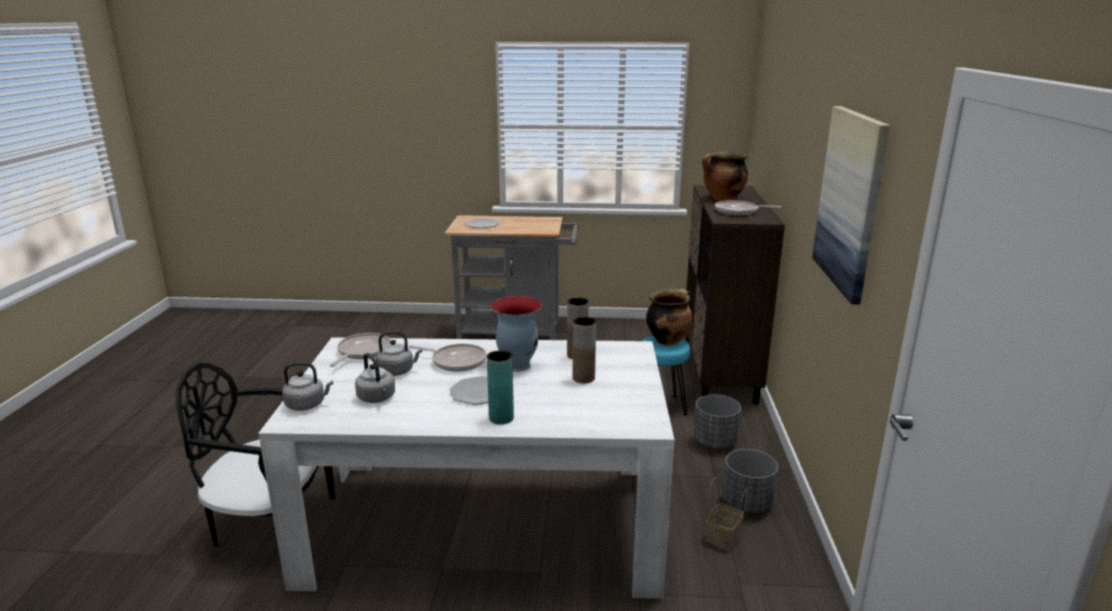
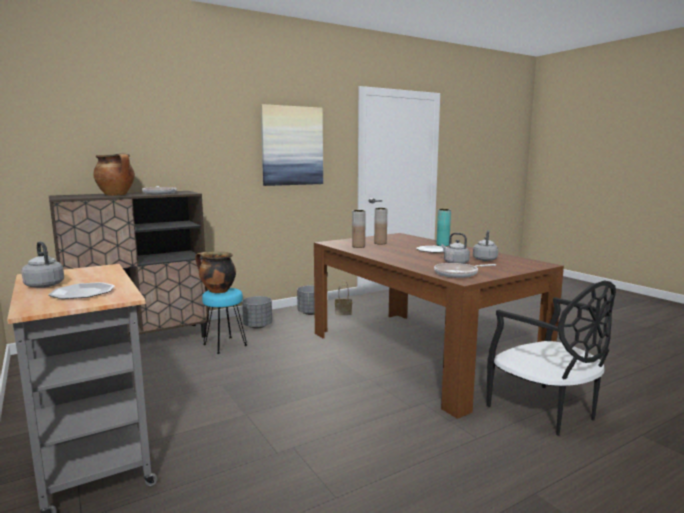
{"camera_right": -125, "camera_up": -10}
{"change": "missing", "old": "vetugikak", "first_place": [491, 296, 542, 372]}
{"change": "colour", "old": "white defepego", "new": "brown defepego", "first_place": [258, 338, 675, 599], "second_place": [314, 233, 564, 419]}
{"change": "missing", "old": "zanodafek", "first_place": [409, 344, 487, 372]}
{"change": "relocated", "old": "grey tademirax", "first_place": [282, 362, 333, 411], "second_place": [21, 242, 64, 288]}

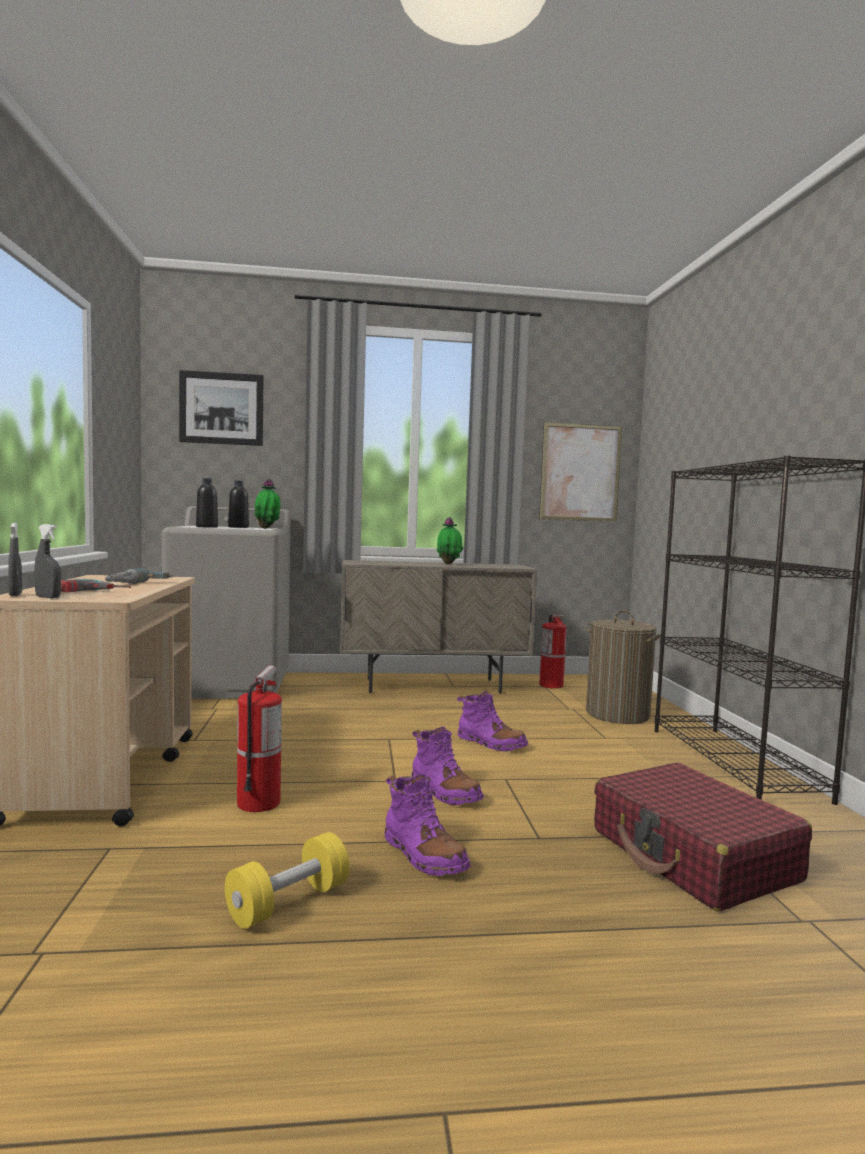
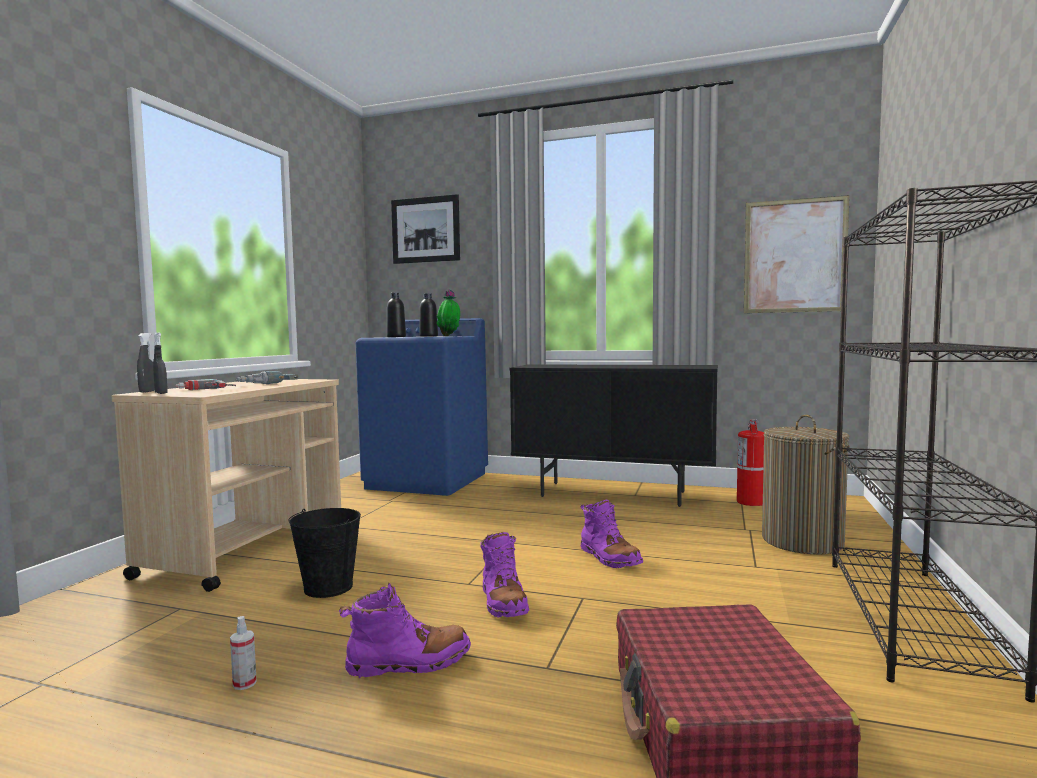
{"camera_right": 25, "camera_up": 0}
{"change": "colour", "old": "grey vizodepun", "new": "blue vizodepun", "first_place": [162, 506, 291, 699], "second_place": [356, 318, 488, 496]}
{"change": "missing", "old": "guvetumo", "first_place": [437, 517, 464, 564]}
{"change": "colour", "old": "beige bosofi", "new": "black bosofi", "first_place": [340, 560, 537, 694], "second_place": [510, 364, 718, 507]}
{"change": "exchanged", "old": "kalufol", "new": "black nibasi", "first_place": [237, 666, 282, 812], "second_place": [288, 508, 361, 598]}
{"change": "spun", "old": "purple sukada", "first_place": [384, 774, 471, 876], "second_place": [339, 583, 471, 678], "degrees": -90}
{"change": "exchanged", "old": "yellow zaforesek", "new": "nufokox", "first_place": [225, 832, 349, 929], "second_place": [230, 616, 257, 690]}

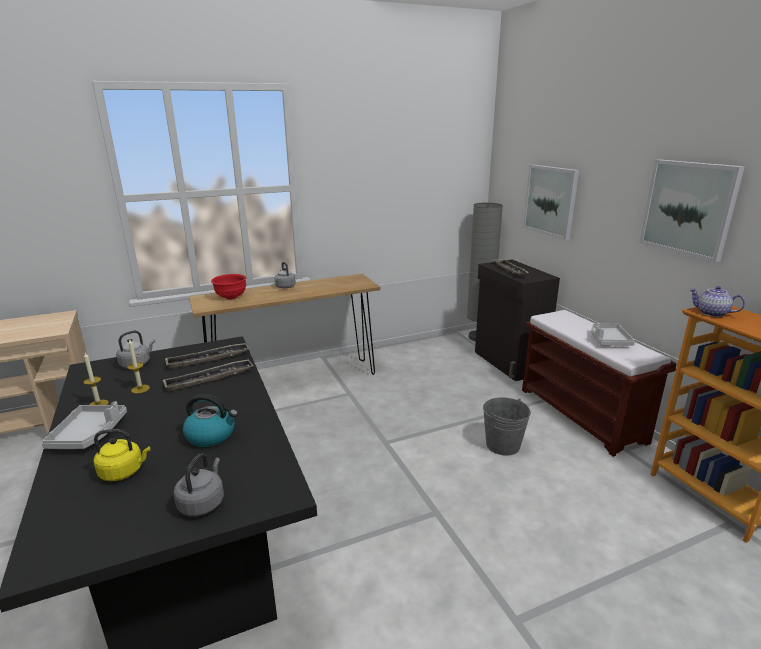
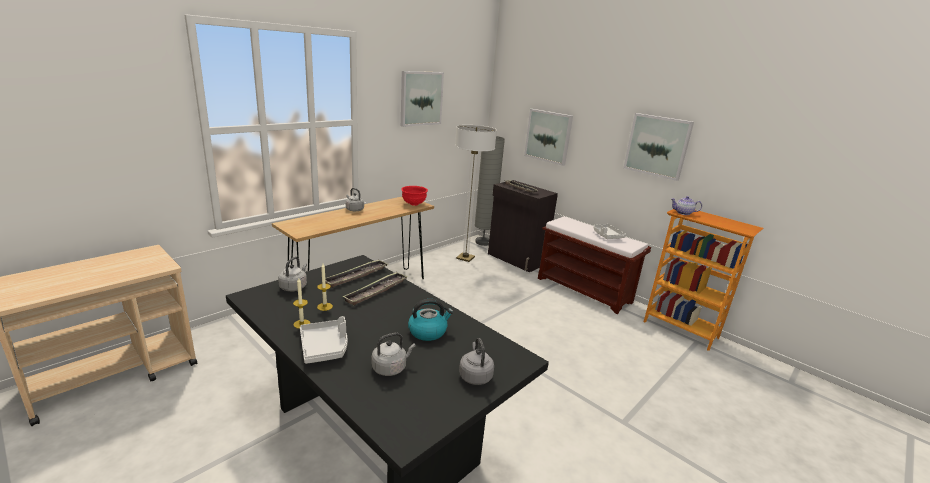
{"camera_right": -25, "camera_up": 0}
{"change": "relocated", "old": "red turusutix", "first_place": [211, 274, 246, 300], "second_place": [401, 186, 428, 206]}
{"change": "missing", "old": "grey nibasi", "first_place": [483, 397, 531, 456]}
{"change": "colour", "old": "yellow tademirax", "new": "grey tademirax", "first_place": [93, 429, 150, 481], "second_place": [372, 332, 416, 376]}
{"change": "appeared", "new": "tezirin", "second_place": [401, 71, 444, 127]}
{"change": "appeared", "new": "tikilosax", "second_place": [455, 125, 497, 262]}

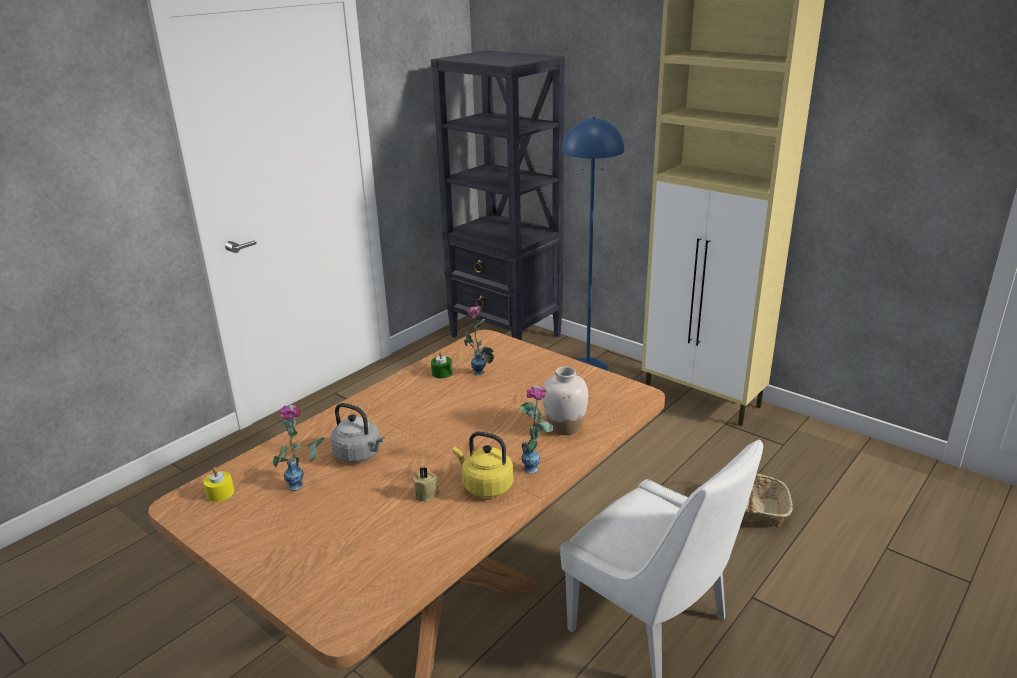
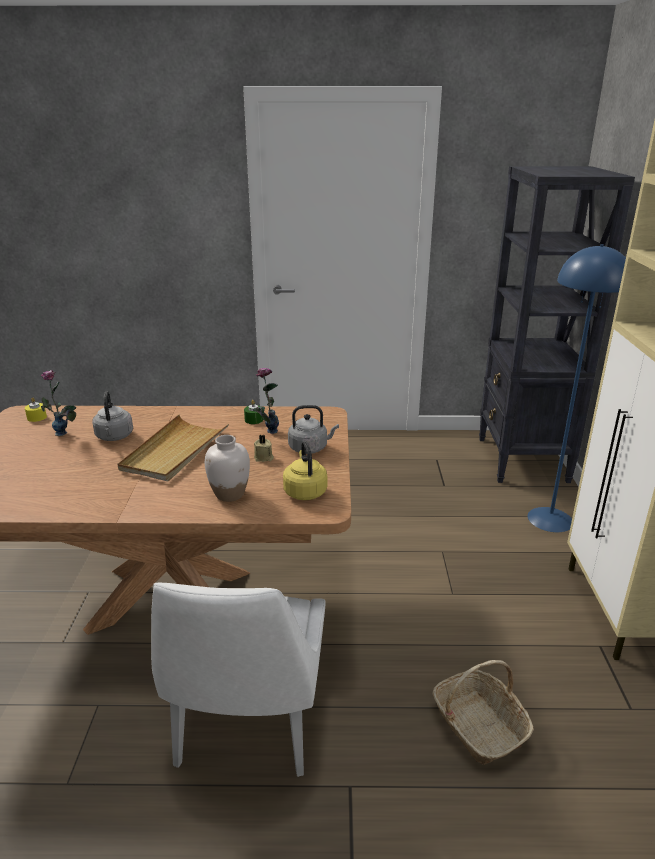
{"camera_right": 50, "camera_up": 0}
{"change": "missing", "old": "vetugikak", "first_place": [519, 385, 553, 474]}
{"change": "relocated", "old": "yellow tademirax", "first_place": [453, 431, 514, 498], "second_place": [283, 441, 327, 500]}
{"change": "relocated", "old": "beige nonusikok", "first_place": [413, 467, 440, 502], "second_place": [254, 435, 274, 462]}
{"change": "appeared", "new": "grey tademirax", "second_place": [288, 405, 339, 454]}
{"change": "appeared", "new": "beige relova", "second_place": [118, 415, 229, 481]}

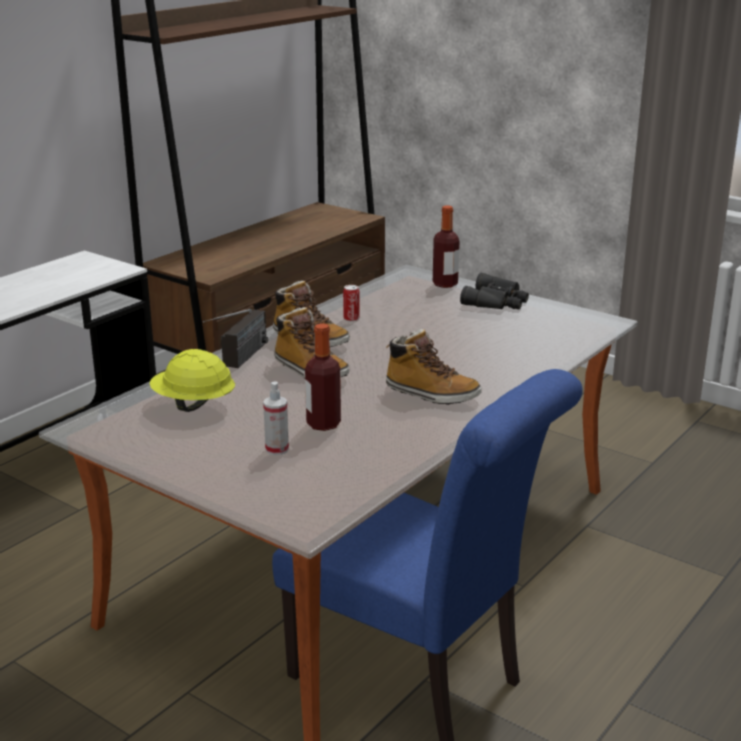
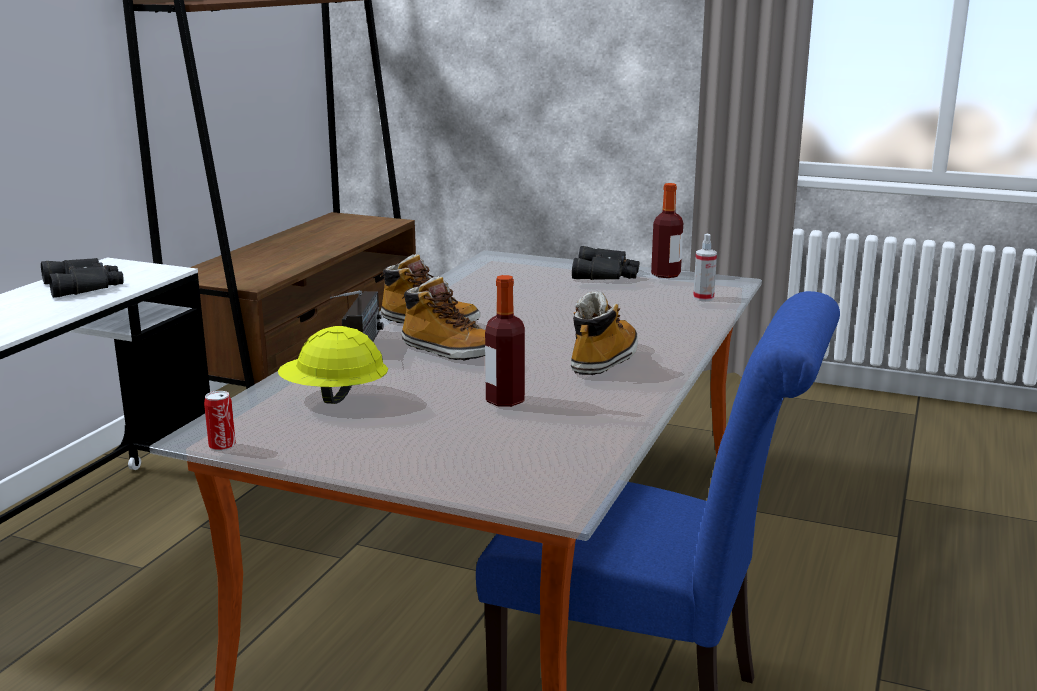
{"camera_right": -15, "camera_up": -5}
{"change": "relocated", "old": "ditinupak", "first_place": [433, 205, 459, 288], "second_place": [651, 183, 683, 278]}
{"change": "relocated", "old": "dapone", "first_place": [343, 285, 360, 322], "second_place": [204, 391, 236, 451]}
{"change": "spun", "old": "sukada", "first_place": [386, 329, 482, 405], "second_place": [571, 291, 638, 375], "degrees": -75}
{"change": "relocated", "old": "nufokox", "first_place": [263, 381, 289, 455], "second_place": [693, 234, 717, 301]}
{"change": "appeared", "new": "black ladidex", "second_place": [41, 258, 124, 298]}

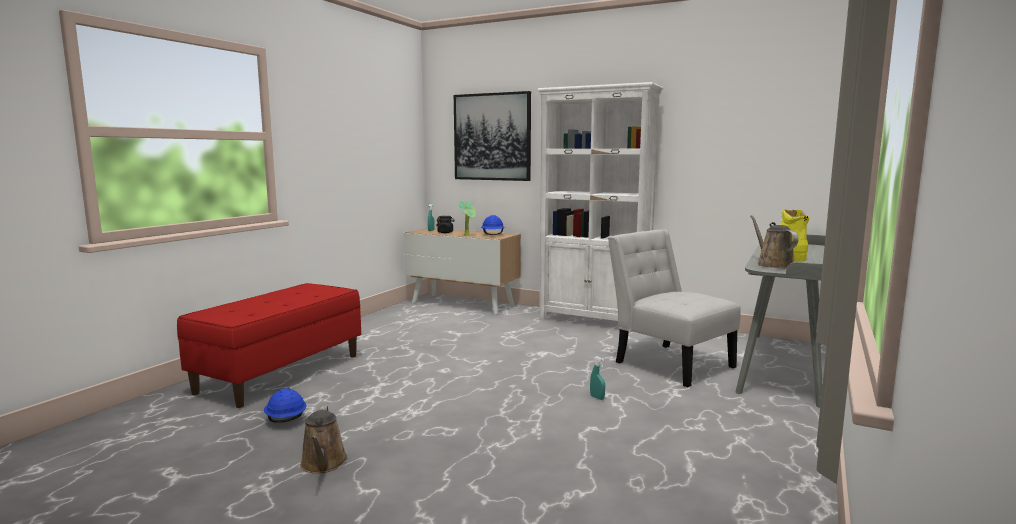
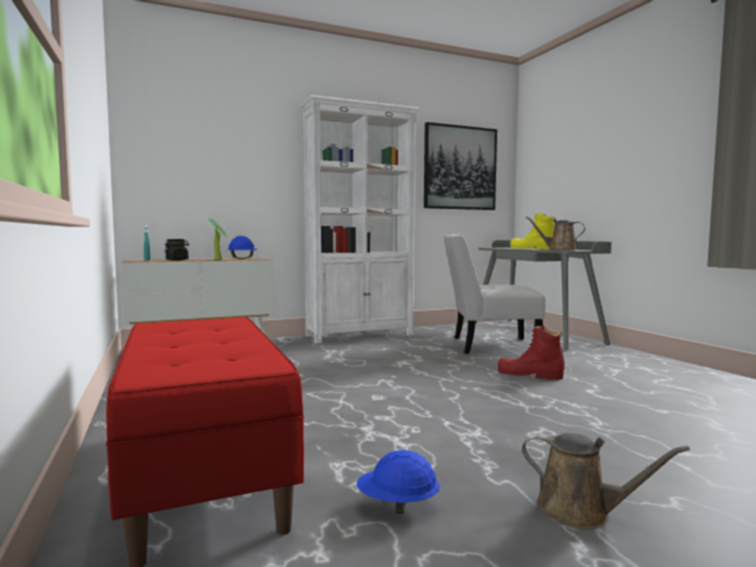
{"camera_right": -50, "camera_up": -5}
{"change": "relocated", "old": "tezirin", "first_place": [454, 91, 531, 181], "second_place": [424, 122, 497, 210]}
{"change": "exchanged", "old": "turquoise nufokox", "new": "red sukada", "first_place": [590, 356, 605, 400], "second_place": [498, 326, 565, 380]}

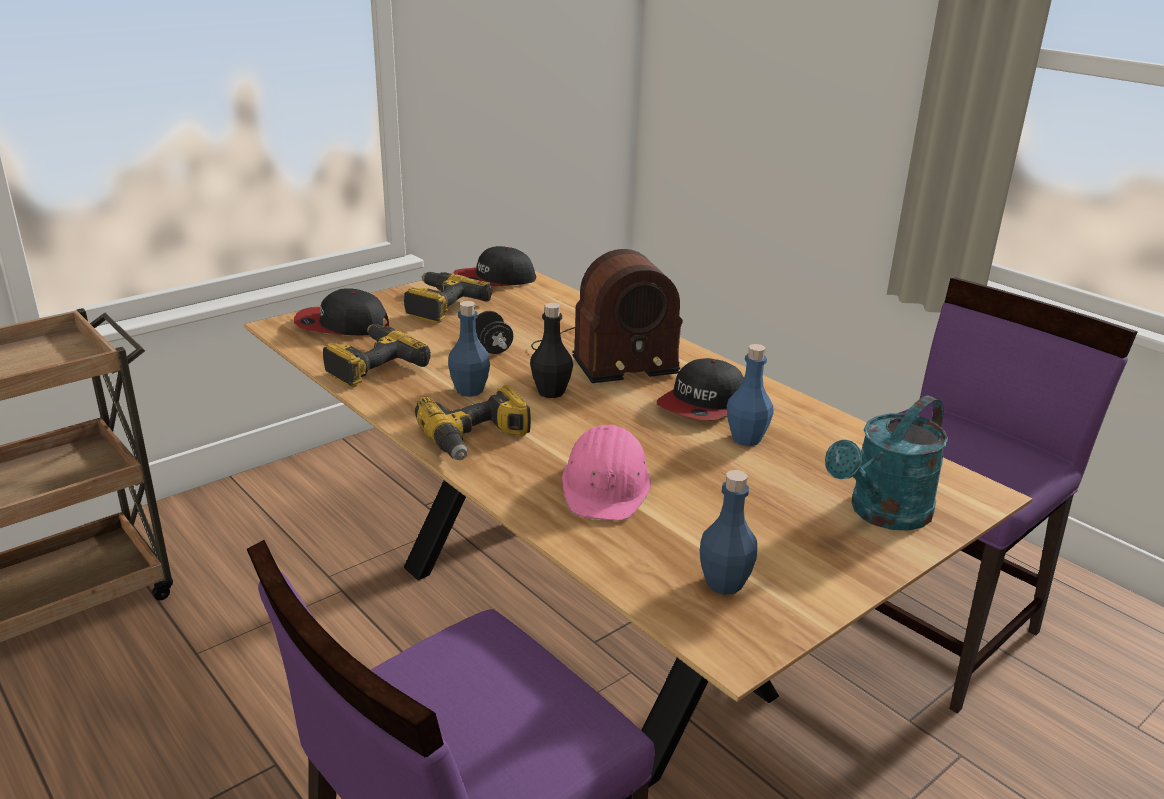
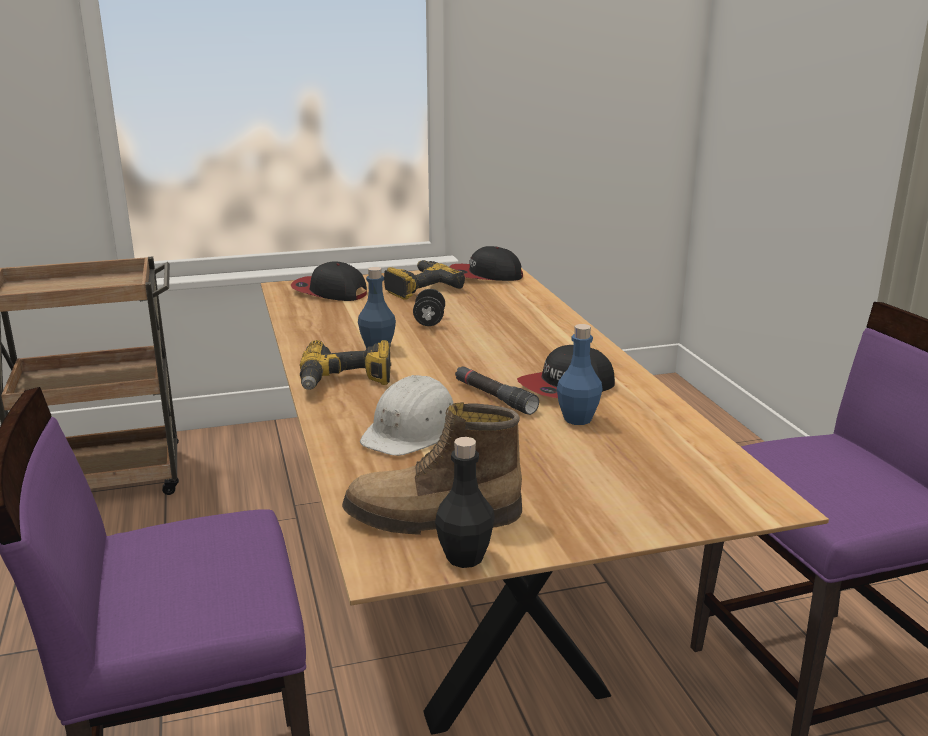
{"camera_right": 25, "camera_up": -5}
{"change": "missing", "old": "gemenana", "first_place": [531, 249, 683, 383]}
{"change": "relocated", "old": "black ditinupak", "first_place": [530, 303, 573, 398], "second_place": [435, 437, 495, 568]}
{"change": "missing", "old": "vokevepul", "first_place": [323, 324, 431, 387]}
{"change": "missing", "old": "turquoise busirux", "first_place": [825, 396, 948, 531]}
{"change": "colour", "old": "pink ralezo", "new": "white ralezo", "first_place": [562, 425, 651, 521], "second_place": [360, 375, 454, 456]}
{"change": "exchanged", "old": "blue ditinupak", "new": "sukada", "first_place": [700, 470, 757, 595], "second_place": [342, 402, 522, 535]}
{"change": "appeared", "new": "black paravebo", "second_place": [455, 366, 539, 415]}

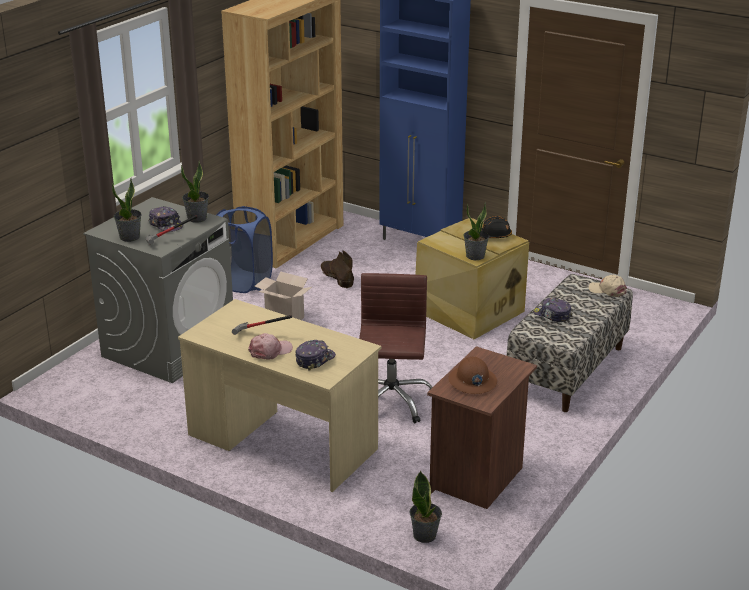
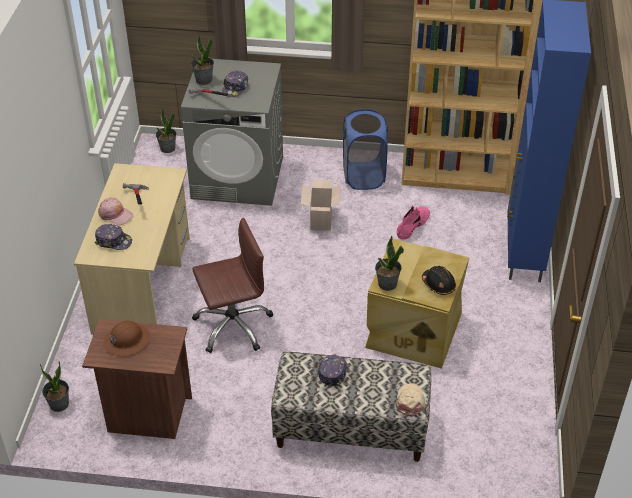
{"camera_right": 65, "camera_up": 15}
{"change": "relocated", "old": "guvetumo", "first_place": [181, 160, 209, 223], "second_place": [156, 108, 176, 153]}
{"change": "colour", "old": "brown sukada", "new": "pink sukada", "first_place": [321, 251, 354, 288], "second_place": [397, 205, 430, 240]}

